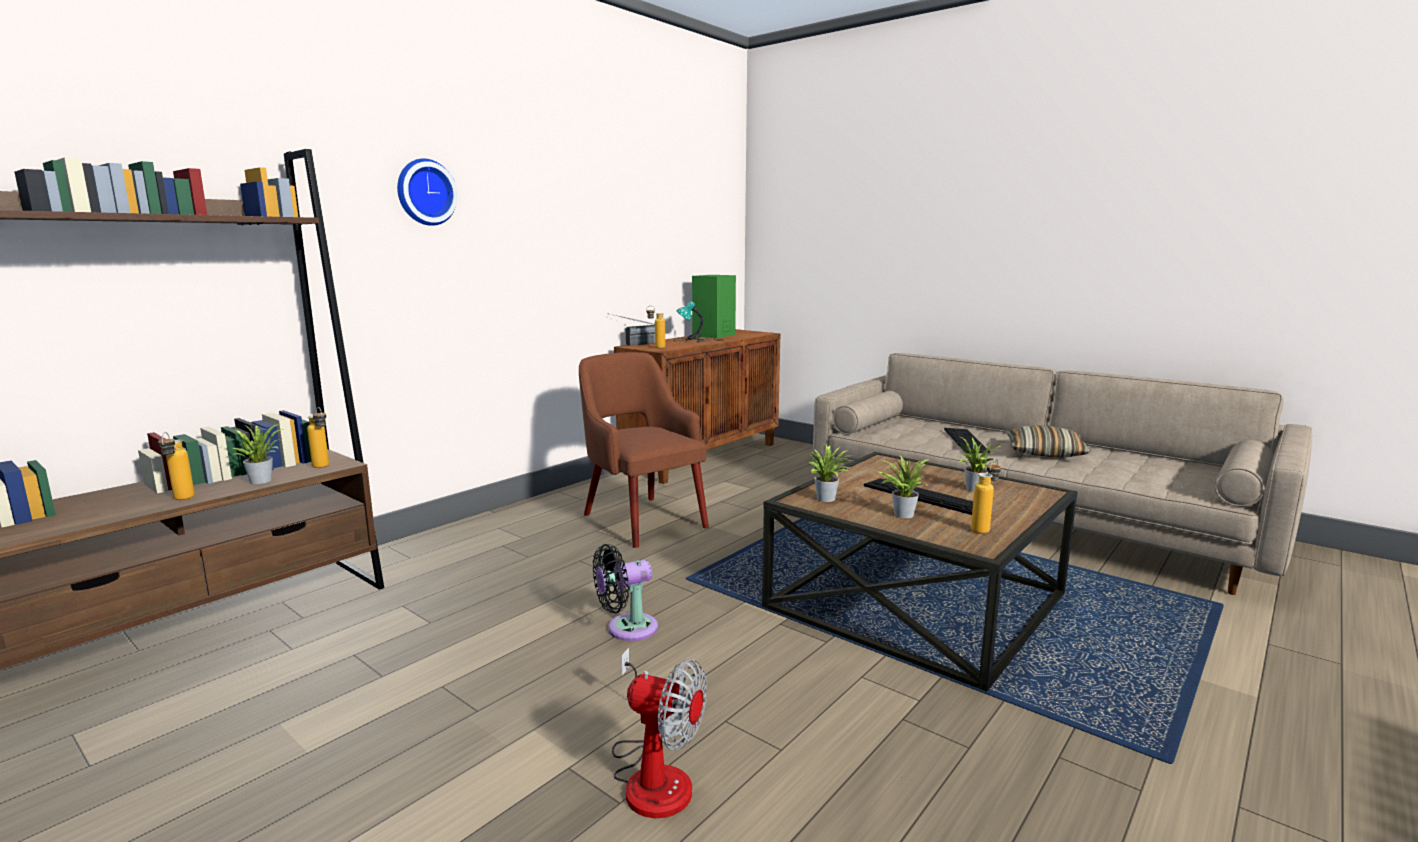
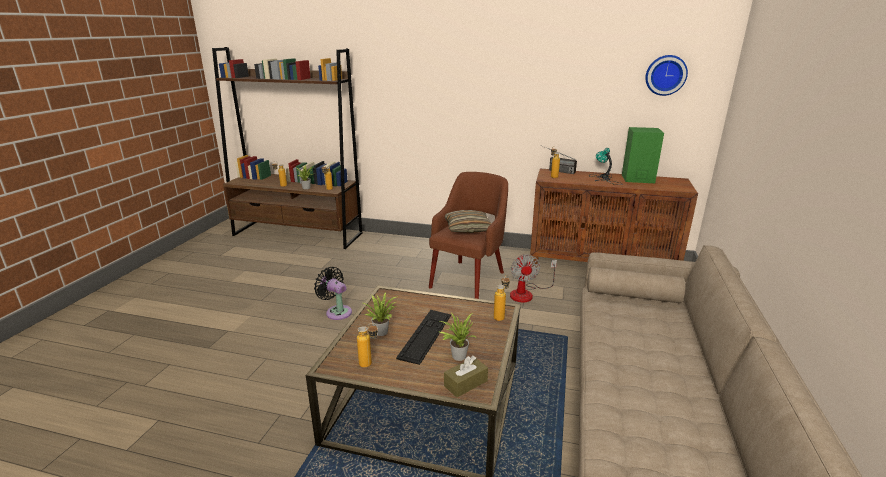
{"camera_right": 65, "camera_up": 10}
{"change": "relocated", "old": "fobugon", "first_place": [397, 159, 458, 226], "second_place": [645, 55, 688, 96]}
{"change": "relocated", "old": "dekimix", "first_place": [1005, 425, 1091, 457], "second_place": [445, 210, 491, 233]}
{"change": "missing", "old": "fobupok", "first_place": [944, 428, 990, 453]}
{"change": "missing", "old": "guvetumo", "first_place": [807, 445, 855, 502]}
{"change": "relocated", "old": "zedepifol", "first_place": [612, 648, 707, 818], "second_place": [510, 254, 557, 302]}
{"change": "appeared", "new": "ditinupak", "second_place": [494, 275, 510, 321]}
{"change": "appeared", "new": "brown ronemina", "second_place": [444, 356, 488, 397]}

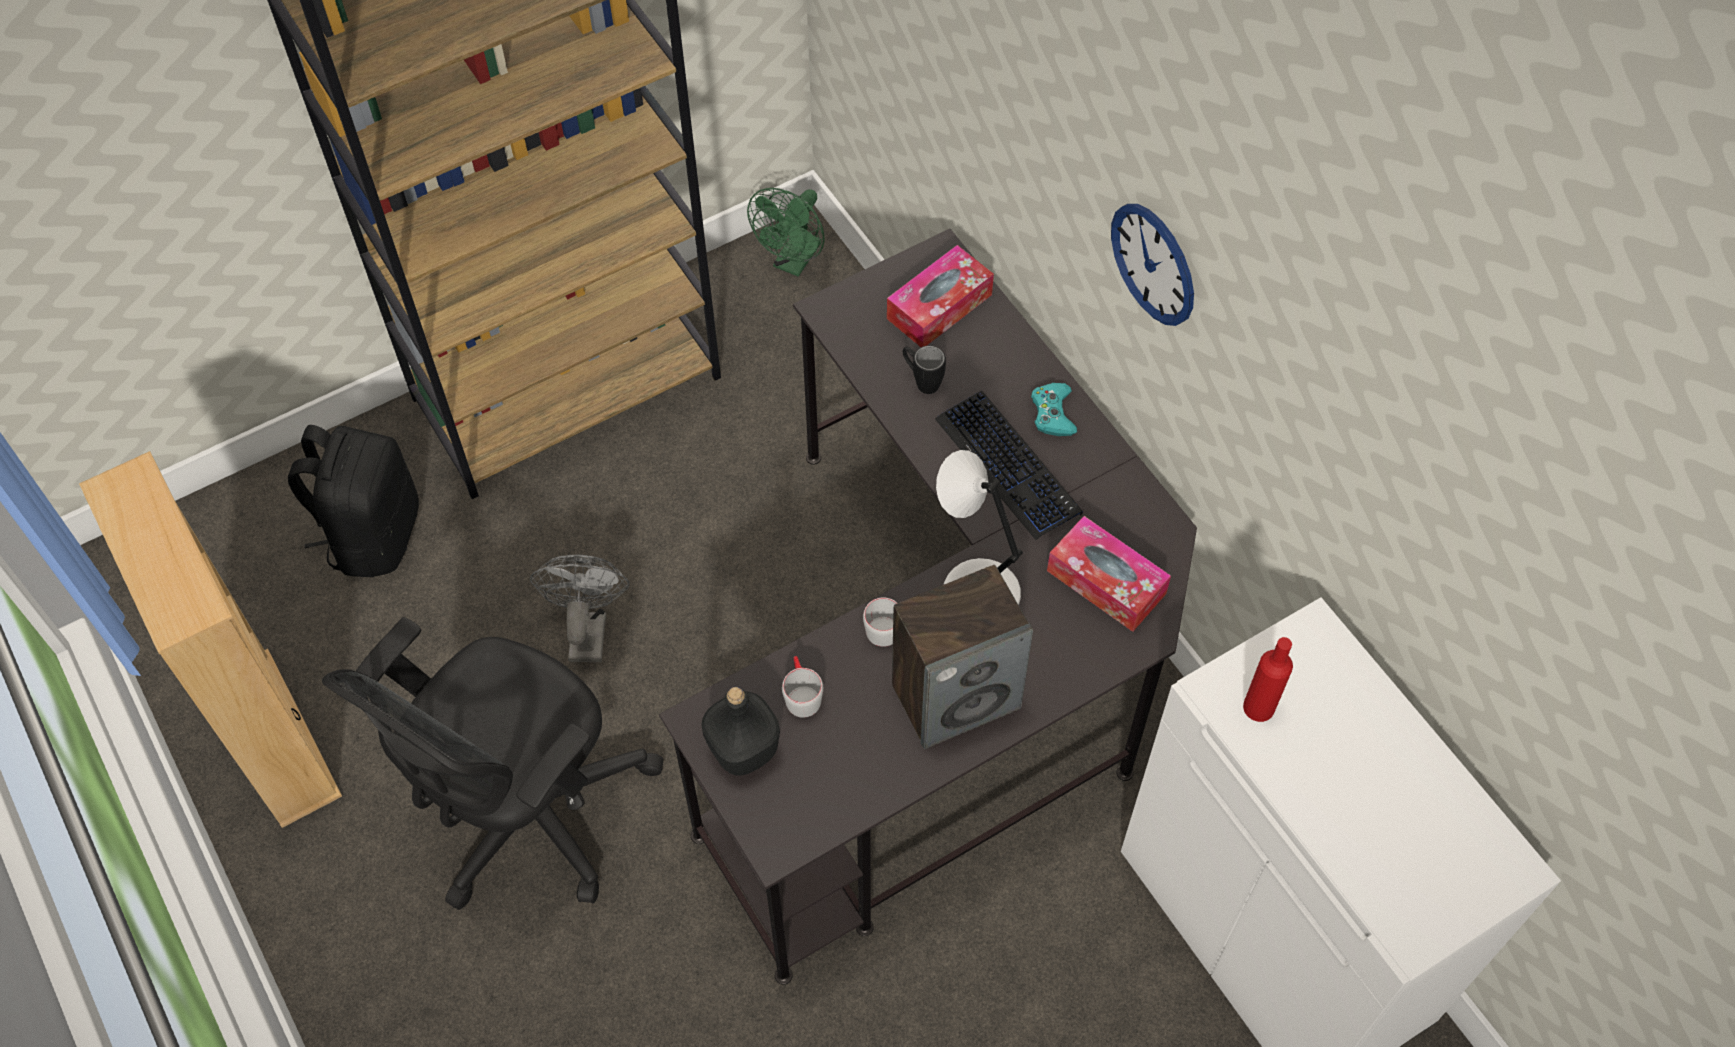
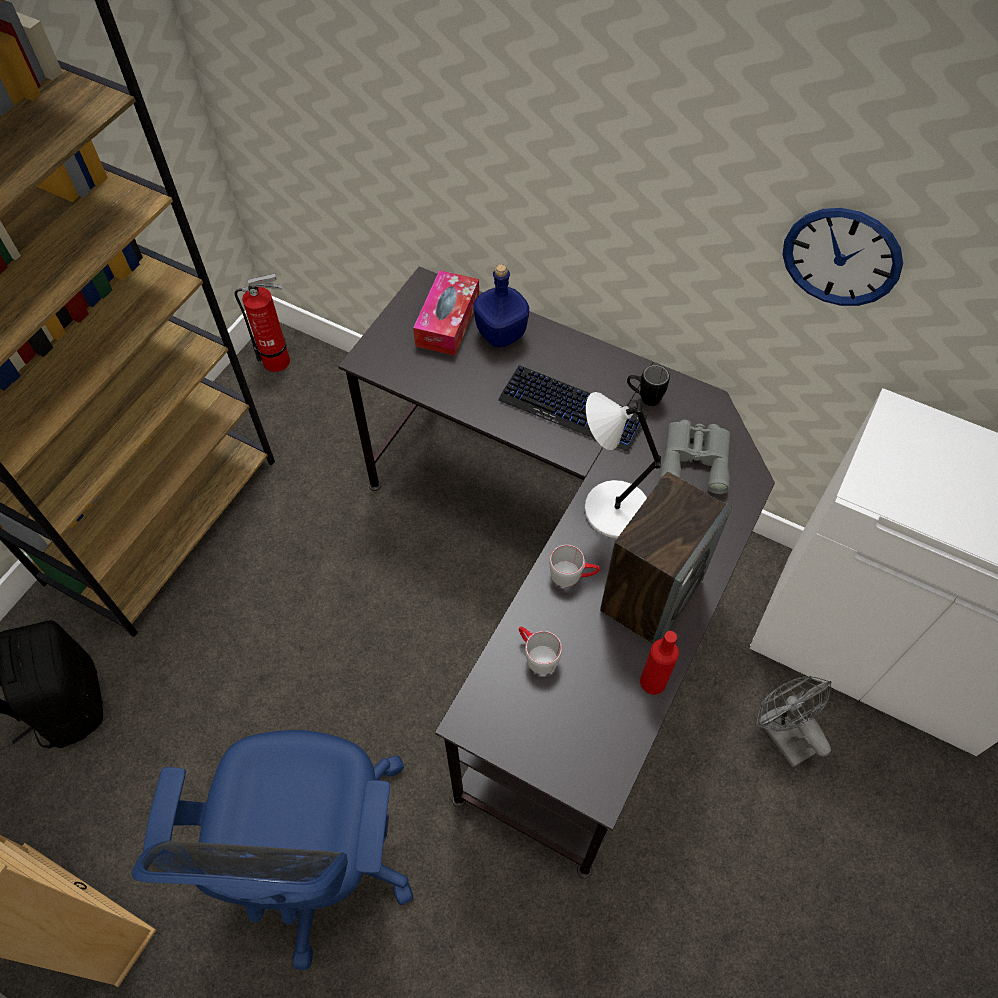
{"camera_right": -30, "camera_up": 0}
{"change": "exchanged", "old": "green zedepifol", "new": "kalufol", "first_place": [747, 188, 824, 277], "second_place": [235, 274, 290, 372]}
{"change": "relocated", "old": "fobugon", "first_place": [1111, 204, 1194, 326], "second_place": [782, 208, 903, 306]}
{"change": "relocated", "old": "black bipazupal", "first_place": [903, 346, 946, 394], "second_place": [627, 365, 670, 406]}
{"change": "missing", "old": "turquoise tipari", "first_place": [1031, 383, 1077, 436]}
{"change": "exchanged", "old": "ronemina", "new": "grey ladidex", "first_place": [1047, 516, 1171, 632], "second_place": [659, 420, 730, 494]}
{"change": "relocated", "old": "grey zedepifol", "first_place": [530, 555, 629, 662], "second_place": [756, 676, 832, 768]}
{"change": "colour", "old": "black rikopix", "new": "blue rikopix", "first_place": [322, 617, 664, 910], "second_place": [132, 730, 413, 970]}
{"change": "relocated", "old": "red ditinupak", "first_place": [1243, 637, 1293, 722], "second_place": [640, 631, 679, 695]}
{"change": "missing", "old": "black ditinupak", "first_place": [701, 687, 780, 776]}
{"change": "appeared", "new": "blue ditinupak", "second_place": [473, 264, 529, 348]}

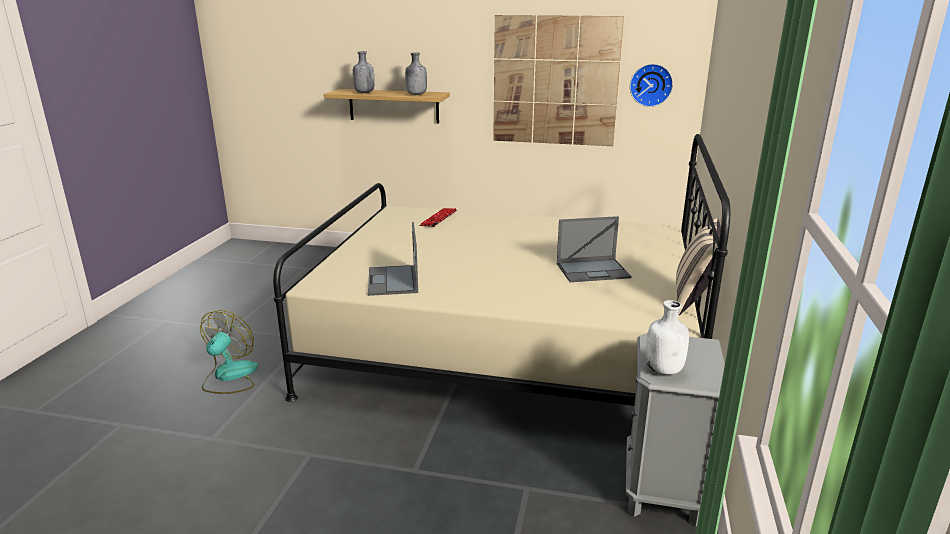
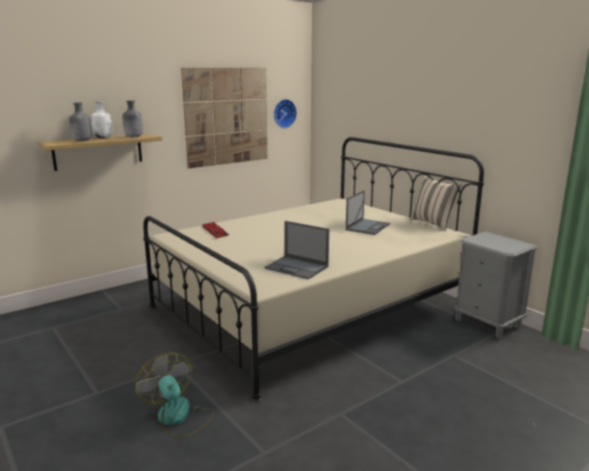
{"camera_right": -50, "camera_up": -5}
{"change": "relocated", "old": "white ditinupak", "first_place": [646, 300, 689, 375], "second_place": [91, 101, 112, 138]}

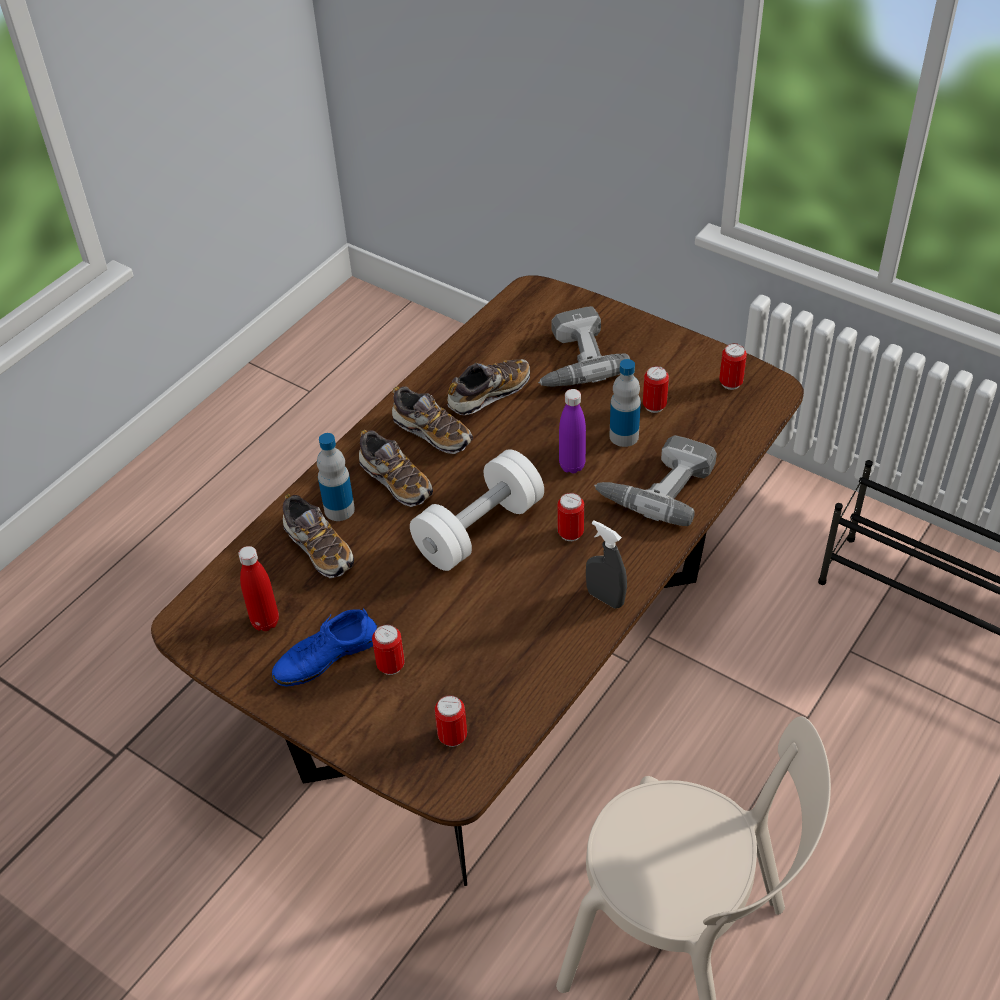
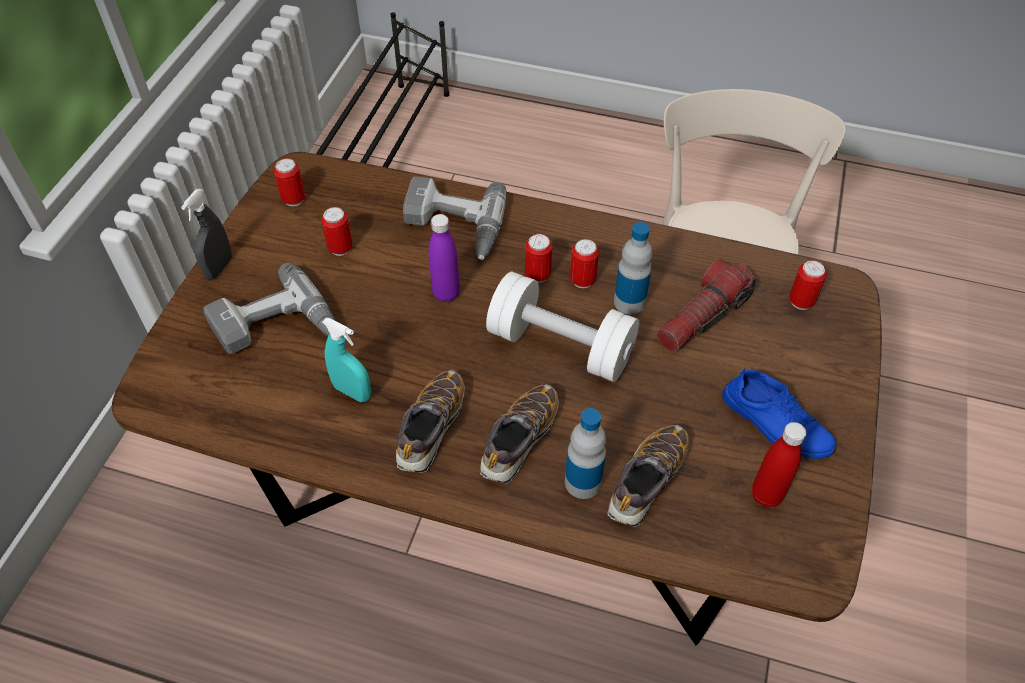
{"camera_right": -110, "camera_up": 5}
{"change": "exchanged", "old": "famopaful", "new": "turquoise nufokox", "first_place": [447, 359, 530, 415], "second_place": [322, 318, 371, 402]}
{"change": "relocated", "old": "ditinupak", "first_place": [609, 359, 641, 447], "second_place": [614, 222, 652, 314]}
{"change": "relocated", "old": "grey nufokox", "first_place": [586, 520, 627, 608], "second_place": [181, 189, 232, 280]}
{"change": "relocated", "old": "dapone", "first_place": [372, 625, 405, 675], "second_place": [570, 239, 599, 288]}
{"change": "appeared", "new": "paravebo", "second_place": [657, 259, 756, 352]}

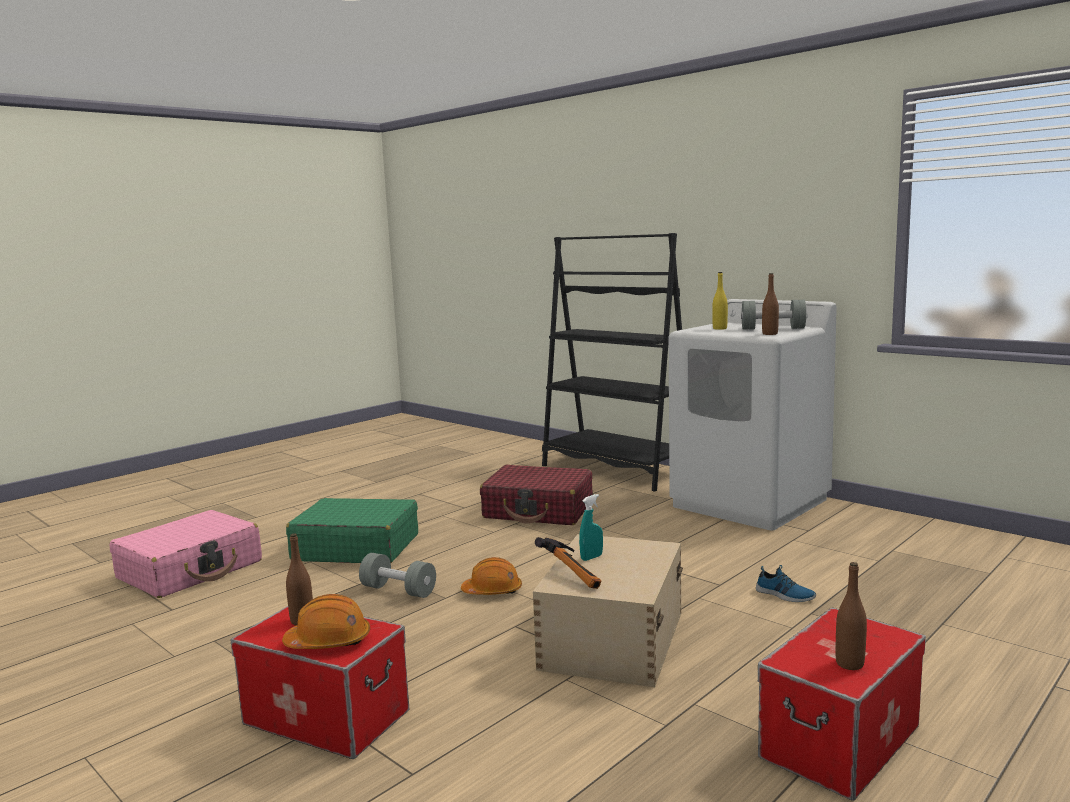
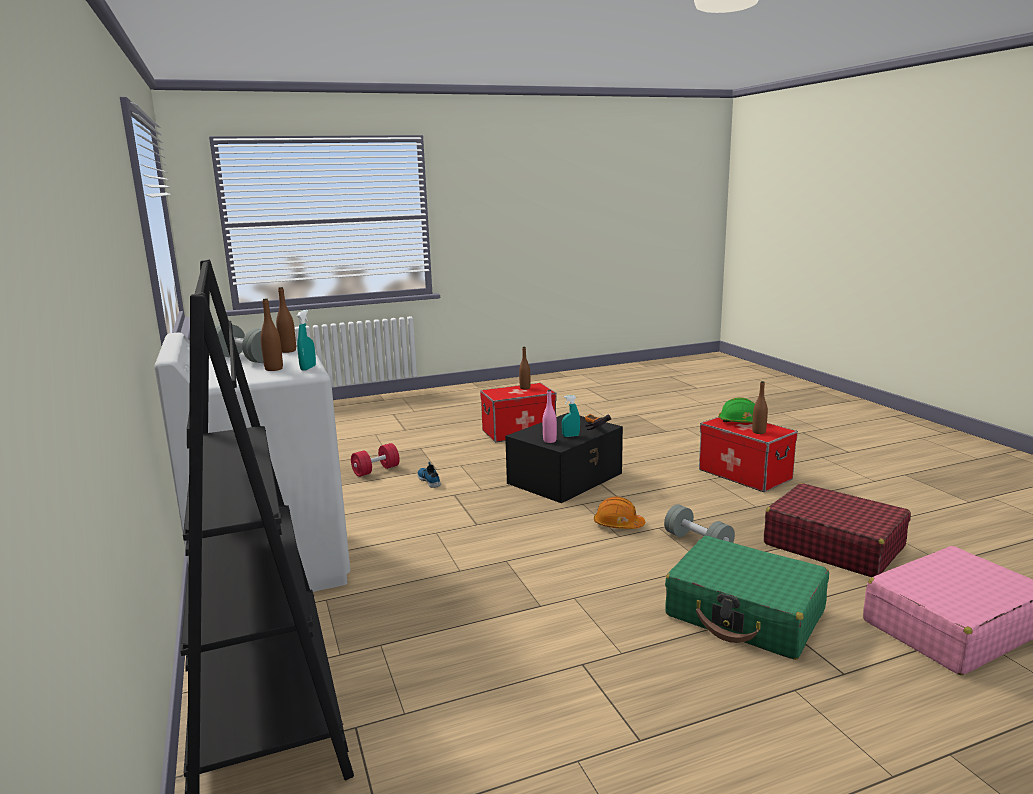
{"camera_right": -155, "camera_up": 5}
{"change": "colour", "old": "yellow ditinupak", "new": "brown ditinupak", "first_place": [712, 272, 728, 330], "second_place": [260, 298, 283, 371]}
{"change": "relocated", "old": "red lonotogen", "first_place": [480, 465, 593, 525], "second_place": [764, 483, 911, 577]}
{"change": "colour", "old": "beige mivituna", "new": "black mivituna", "first_place": [533, 534, 683, 687], "second_place": [505, 413, 623, 503]}
{"change": "colour", "old": "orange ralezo", "new": "green ralezo", "first_place": [282, 594, 370, 649], "second_place": [719, 397, 755, 423]}
{"change": "appeared", "new": "turquoise nufokox", "second_place": [297, 310, 316, 371]}
{"change": "appeared", "new": "pink ditinupak", "second_place": [543, 390, 557, 443]}
{"change": "appeared", "new": "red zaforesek", "second_place": [351, 443, 400, 477]}

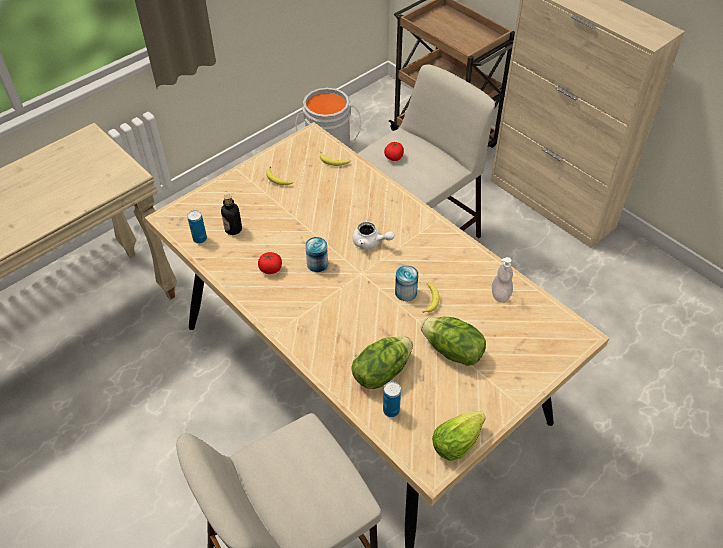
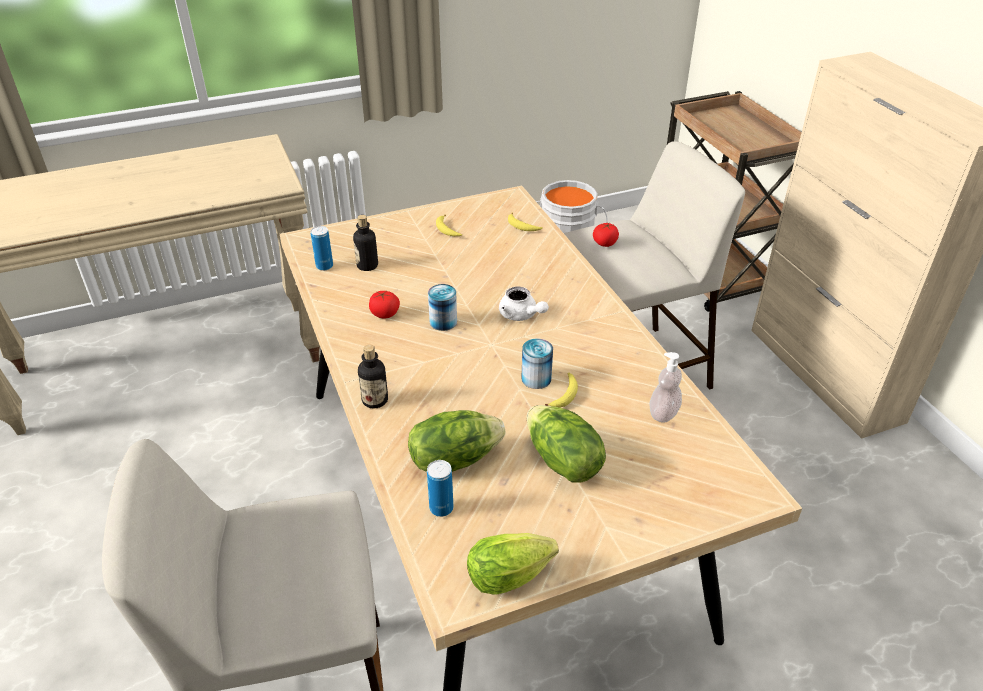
{"camera_right": 20, "camera_up": -10}
{"change": "appeared", "new": "ditinupak", "second_place": [358, 344, 388, 408]}

